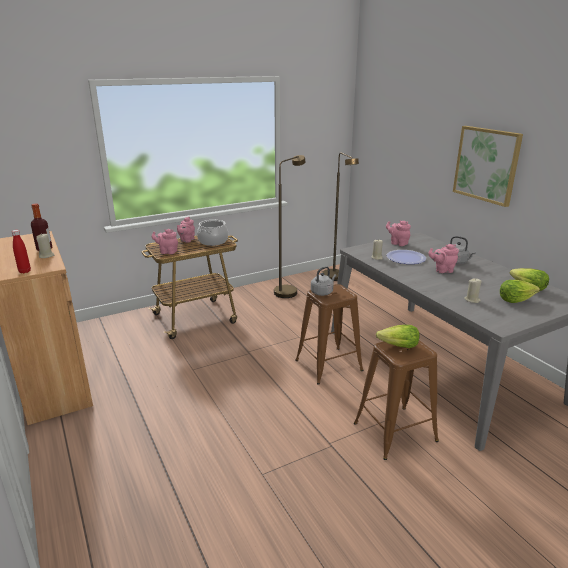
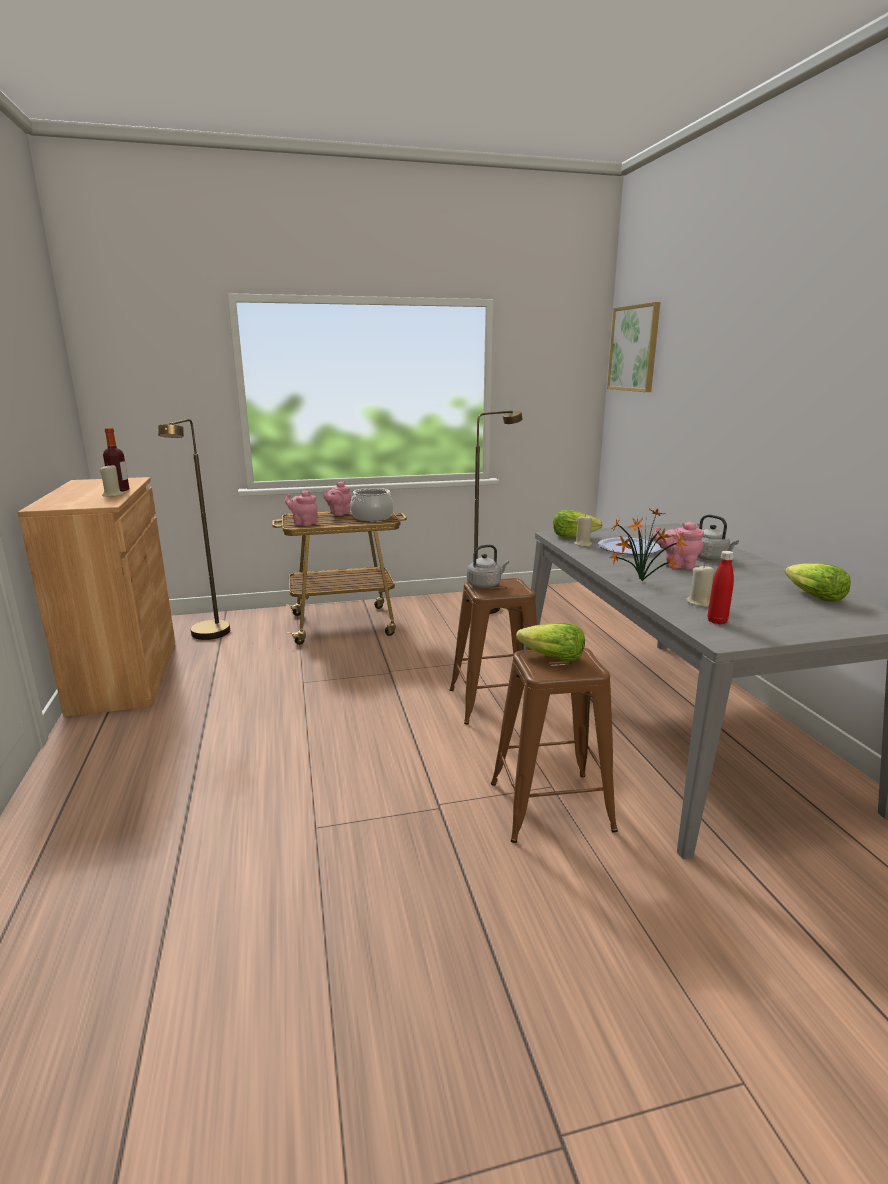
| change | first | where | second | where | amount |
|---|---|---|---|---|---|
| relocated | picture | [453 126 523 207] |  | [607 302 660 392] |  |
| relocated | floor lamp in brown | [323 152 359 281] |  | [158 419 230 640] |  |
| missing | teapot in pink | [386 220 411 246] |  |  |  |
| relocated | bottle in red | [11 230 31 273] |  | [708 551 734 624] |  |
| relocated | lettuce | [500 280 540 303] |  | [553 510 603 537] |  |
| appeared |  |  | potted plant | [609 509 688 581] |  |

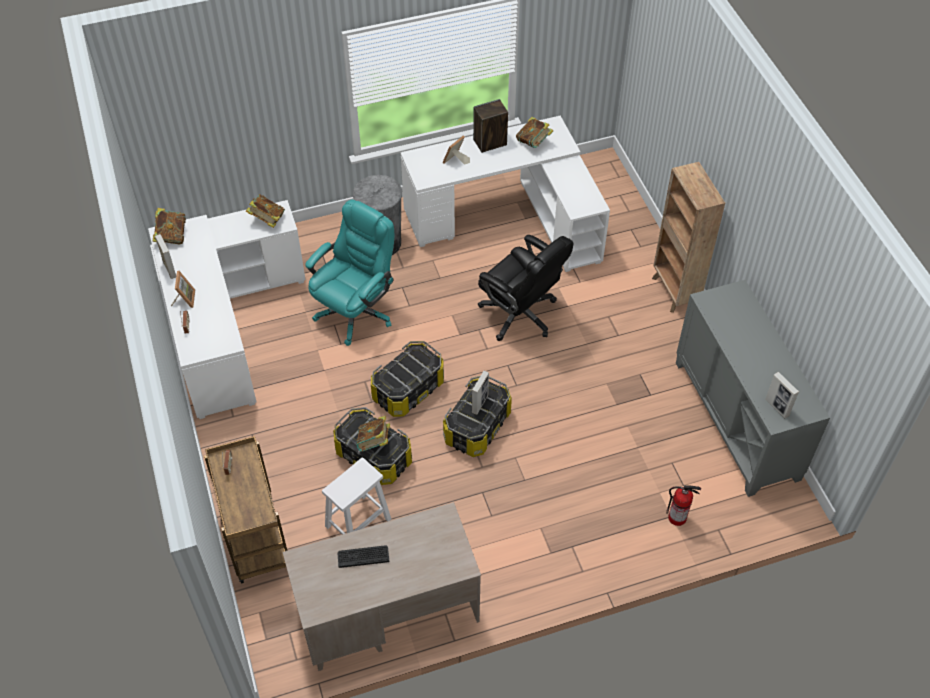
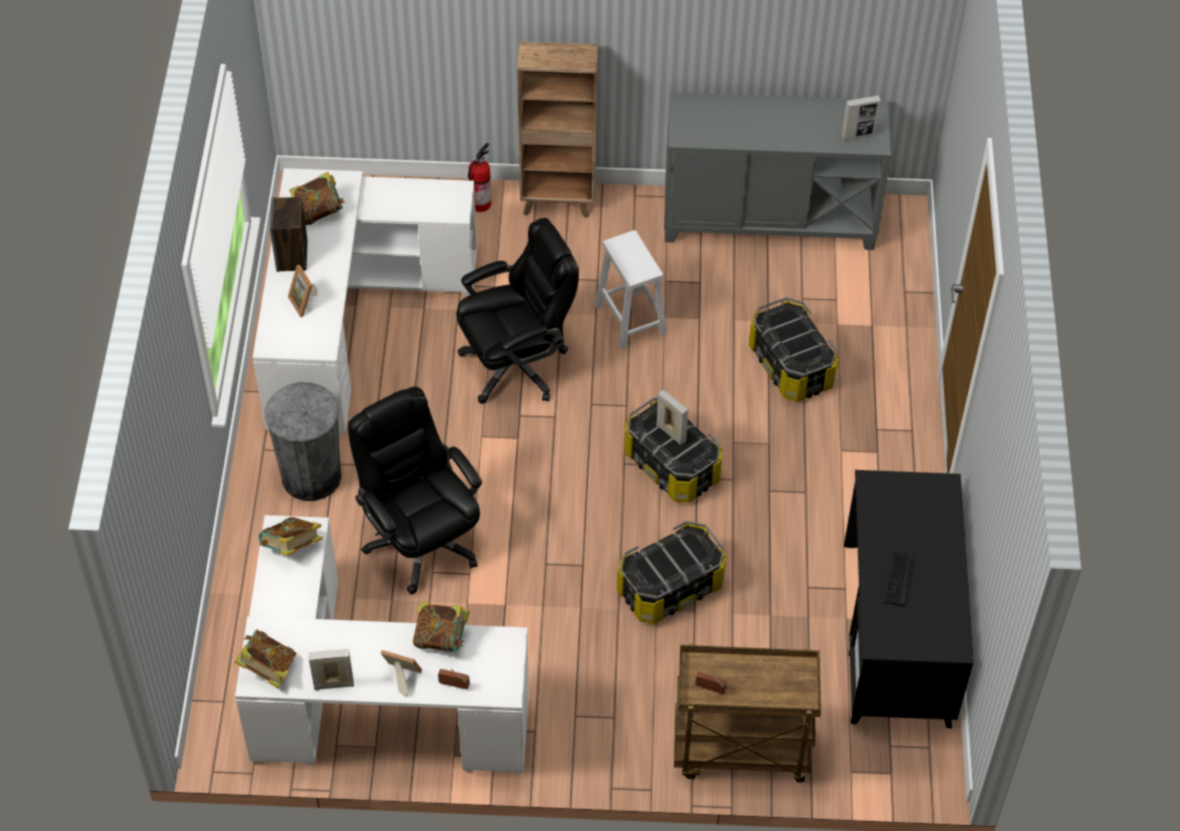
| change | first | where | second | where | amount |
|---|---|---|---|---|---|
| colour | office chair in turquoise | [305 199 394 346] | office chair in black | [348 386 482 594] |  |
| relocated | storage box | [371 341 444 417] |  | [749 297 839 402] |  |
| relocated | book | [356 416 390 452] |  | [413 602 470 652] |  |
| relocated | stool in white | [322 457 391 535] |  | [595 230 667 350] |  |
| relocated | fire extinguisher | [666 485 701 526] |  | [468 143 491 212] |  |
| colour | desk in beige | [282 502 481 671] | desk in black | [844 470 974 728] |  |

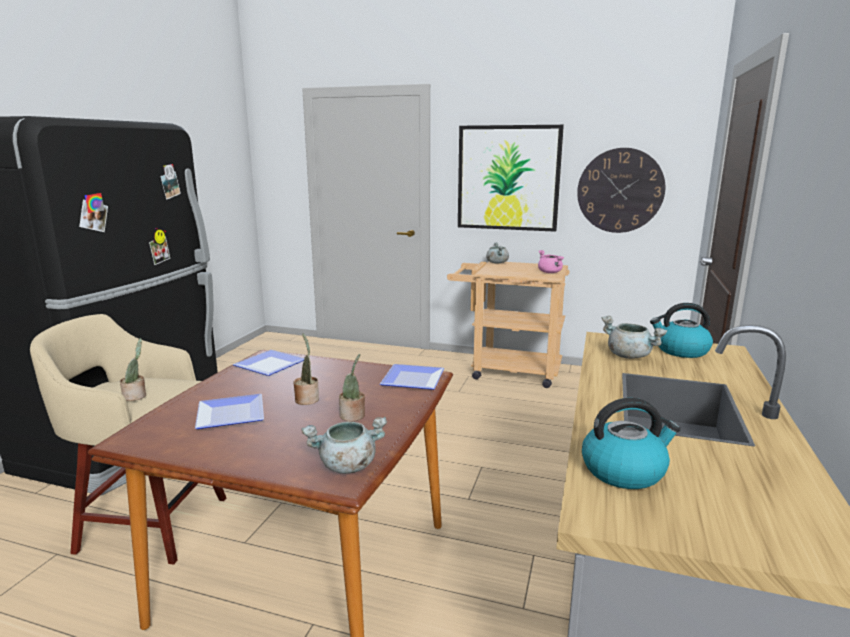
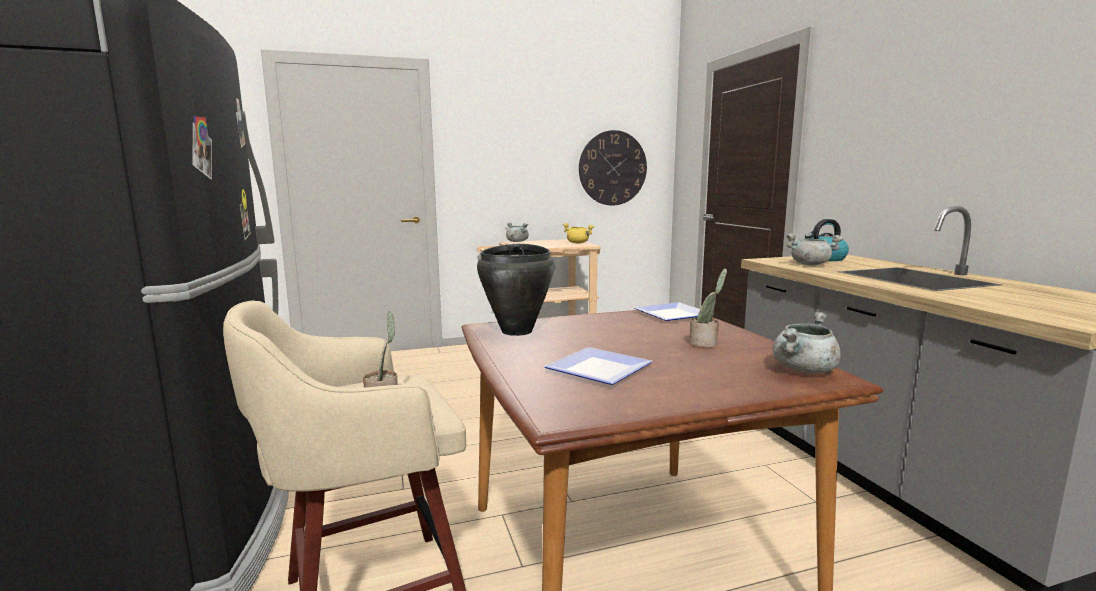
| change | first | where | second | where | amount |
|---|---|---|---|---|---|
| missing | picture | [458 125 564 232] |  |  |  |
| colour | cooking pot in pink | [538 250 564 273] | cooking pot in yellow | [563 223 594 243] |  |
| missing | potted plant | [293 333 319 405] |  |  |  |
| exchanged | plate | [233 350 304 376] | cooking pot in black | [477 243 554 336] |  |
| missing | kettle | [582 398 681 489] |  |  |  |

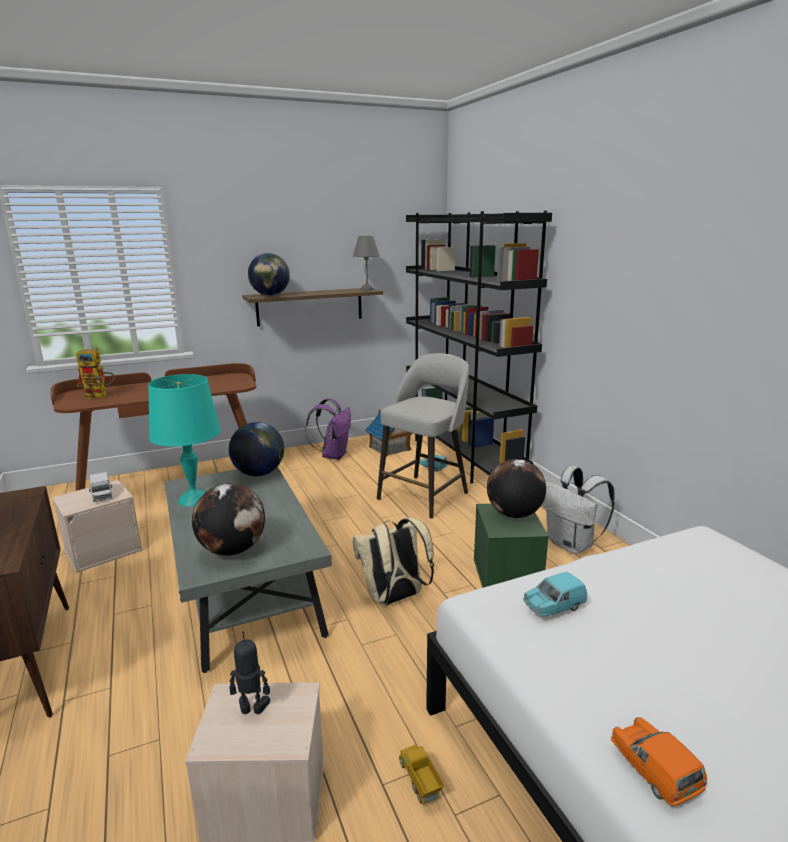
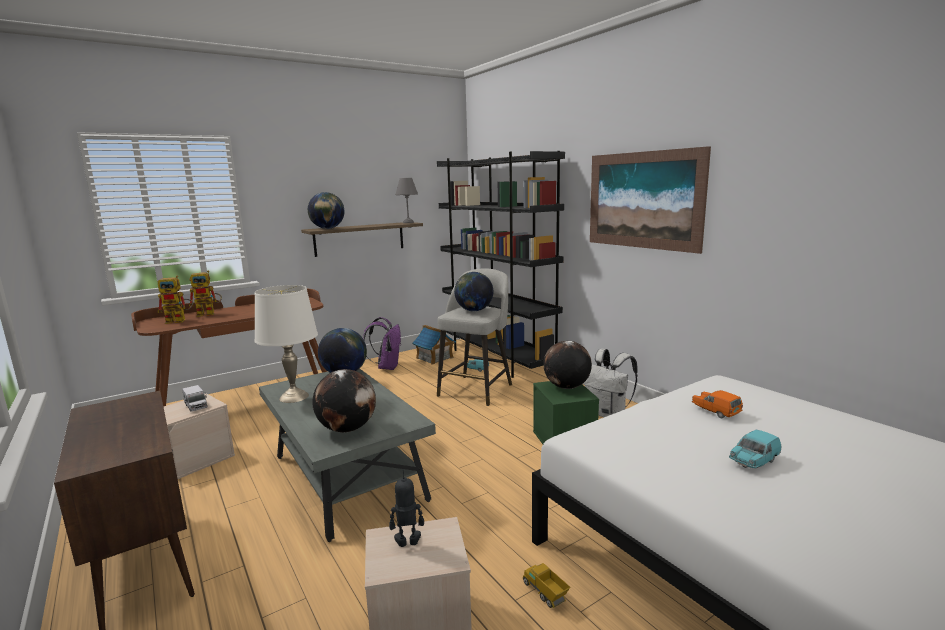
| change | first | where | second | where | amount |
|---|---|---|---|---|---|
| colour | table lamp in turquoise | [148 374 221 507] | table lamp in white | [255 285 318 403] |  |
| missing | backpack in beige | [353 518 434 606] |  |  |  |
| relocated | toy car in turquoise | [523 572 587 617] |  | [729 430 781 468] |  |
| relocated | toy car in orange | [611 717 707 806] |  | [692 390 743 418] |  |
| appeared |  |  | picture | [590 146 711 254] |  |
| appeared |  |  | toy robot | [189 270 222 317] |  |
| appeared |  |  | globe | [454 272 493 311] |  |

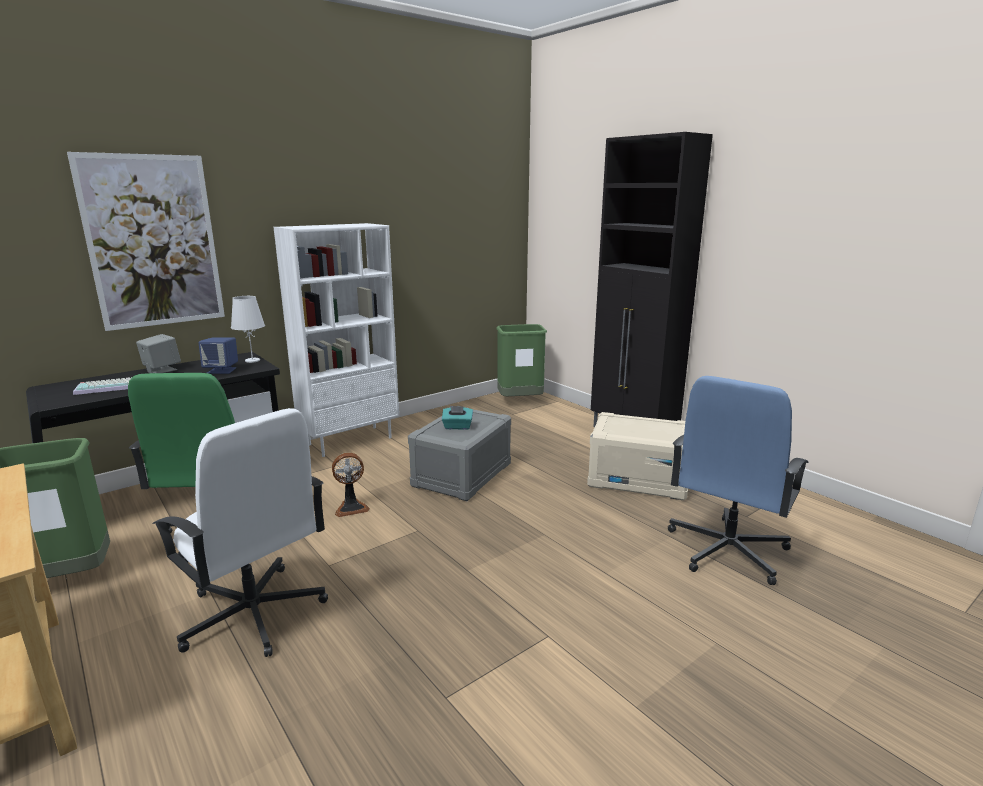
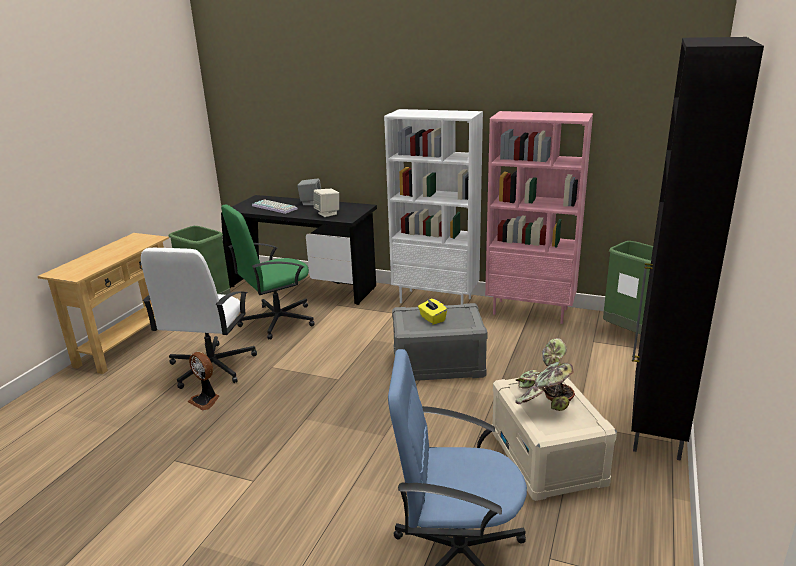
| change | first | where | second | where | amount |
|---|---|---|---|---|---|
| missing | picture | [67 152 225 331] |  |  |  |
| missing | table lamp in white | [231 296 265 363] |  |  |  |
| colour | speaker in blue | [199 338 238 374] | speaker in beige | [314 189 339 217] |  |
| colour | tissue box in turquoise | [442 406 473 430] | tissue box in yellow | [418 298 447 325] |  |
| relocated | fan | [332 453 370 517] |  | [188 352 219 411] |  |
| appeared |  |  | bookcase in pink | [485 111 593 324] |  |
| appeared |  |  | potted plant | [515 338 575 411] |  |

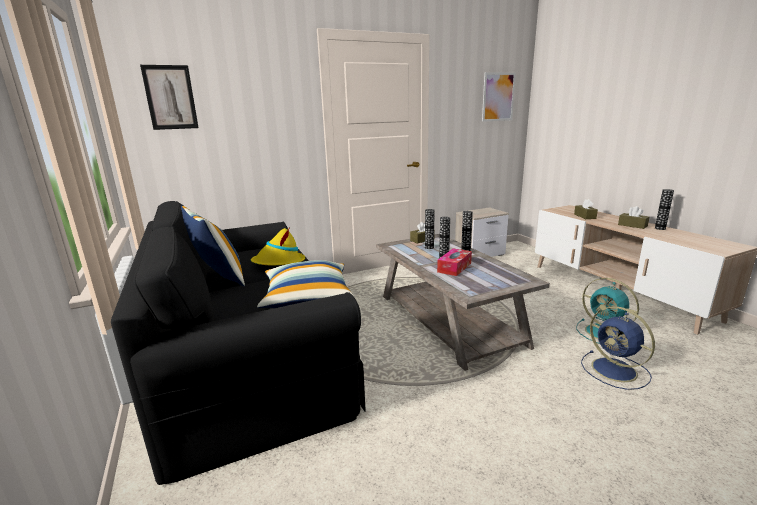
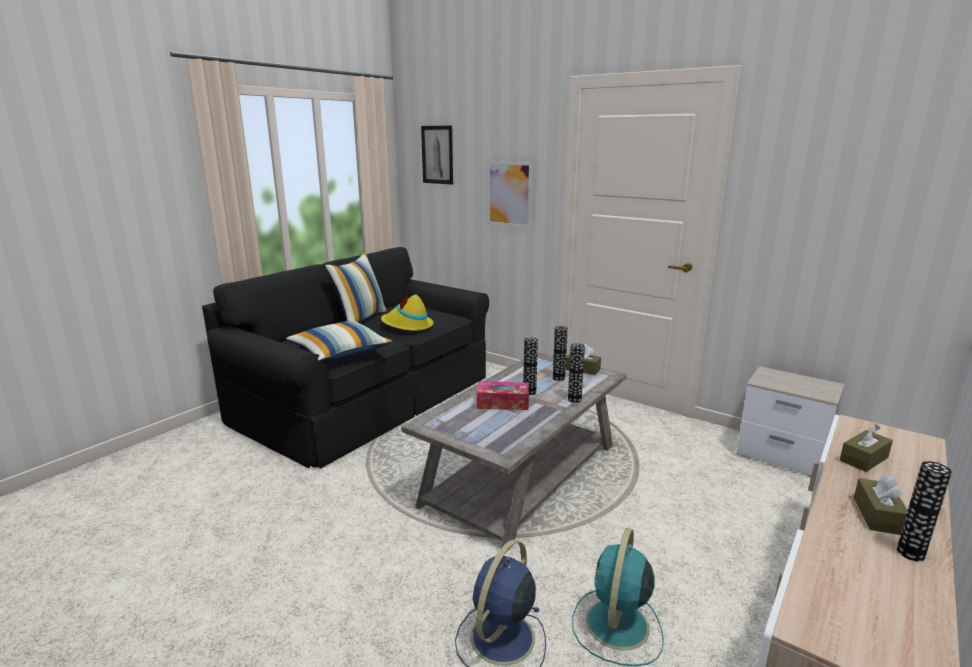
| change | first | where | second | where | amount |
|---|---|---|---|---|---|
| relocated | picture | [482 72 516 122] |  | [487 161 533 228] |  |

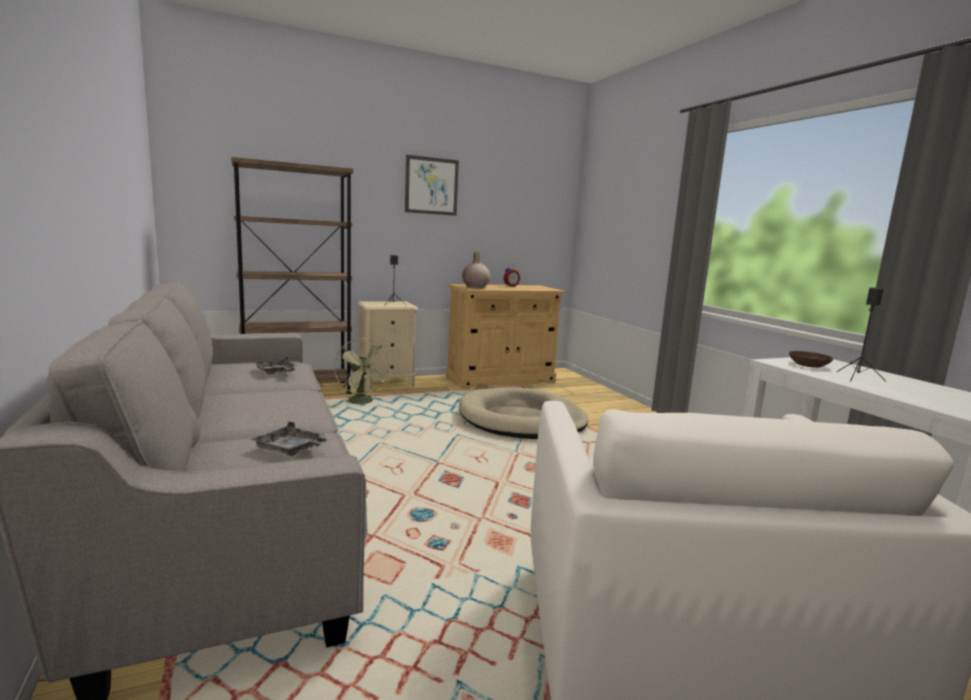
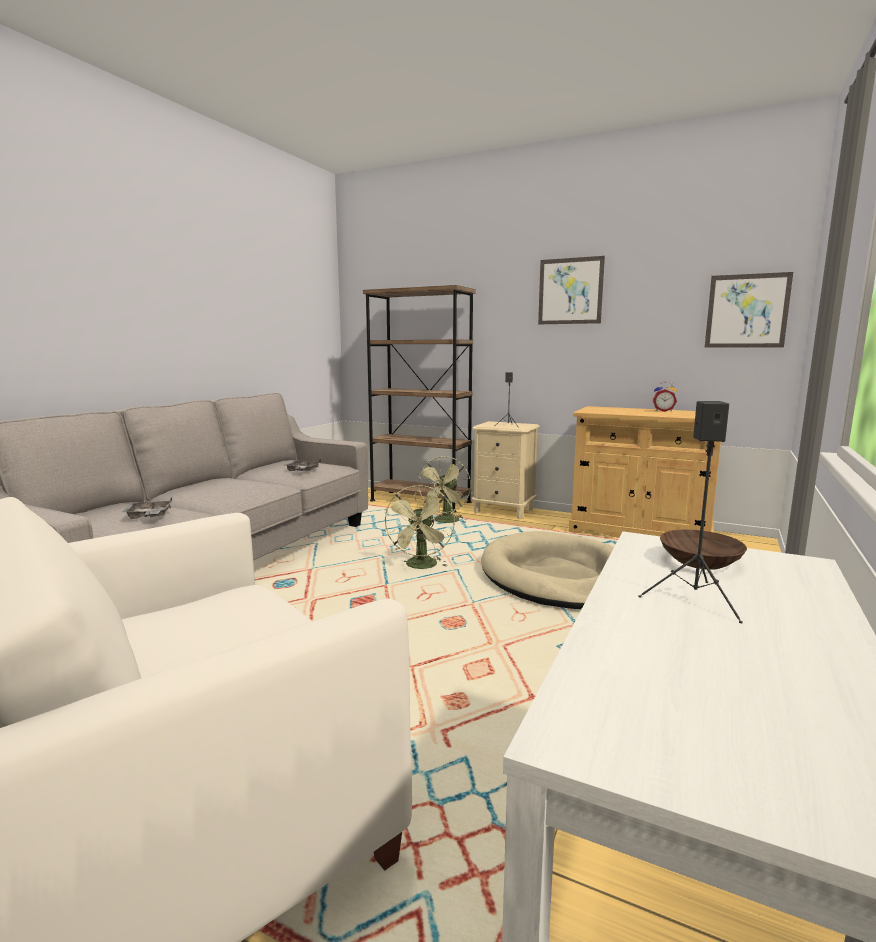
| change | first | where | second | where | amount |
|---|---|---|---|---|---|
| missing | vase in beige | [462 251 491 288] |  |  |  |
| appeared |  |  | picture | [705 272 793 348] |  |
| appeared |  |  | fan in green | [383 485 455 569] |  |

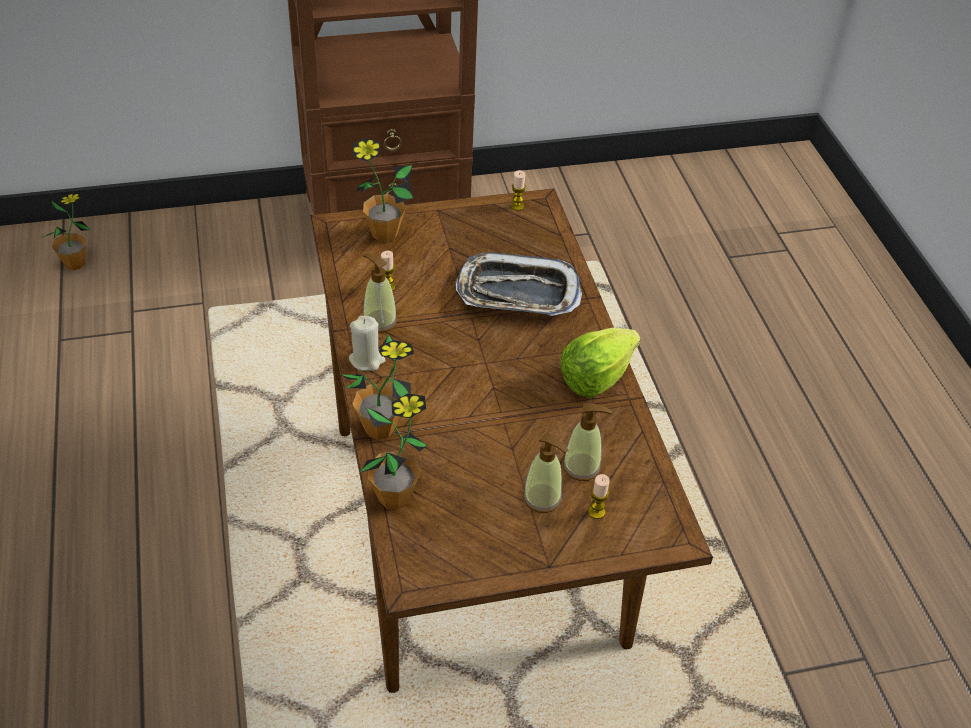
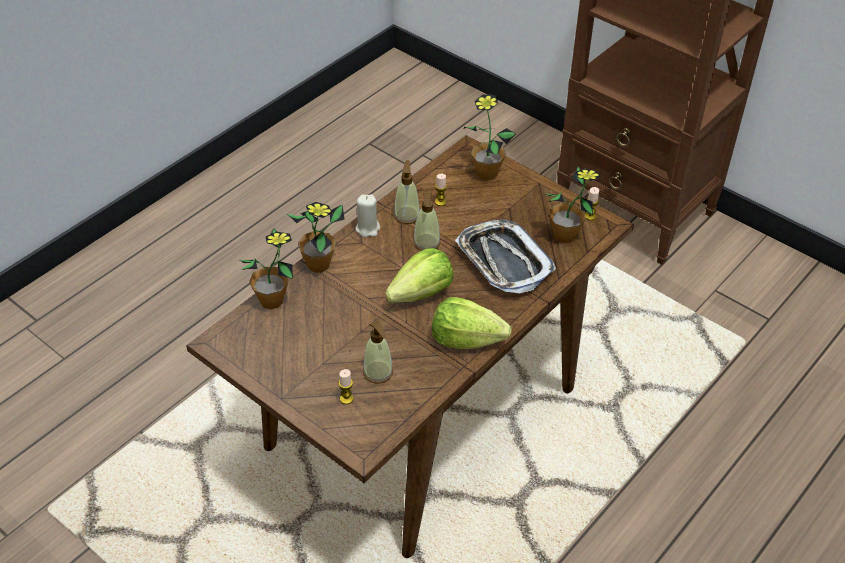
| change | first | where | second | where | amount |
|---|---|---|---|---|---|
| relocated | potted plant | [41 193 91 270] |  | [543 166 601 243] |  |
| relocated | soap dispenser | [523 433 568 513] |  | [413 193 440 251] |  |
| appeared |  |  | lettuce | [385 248 454 303] |  |

